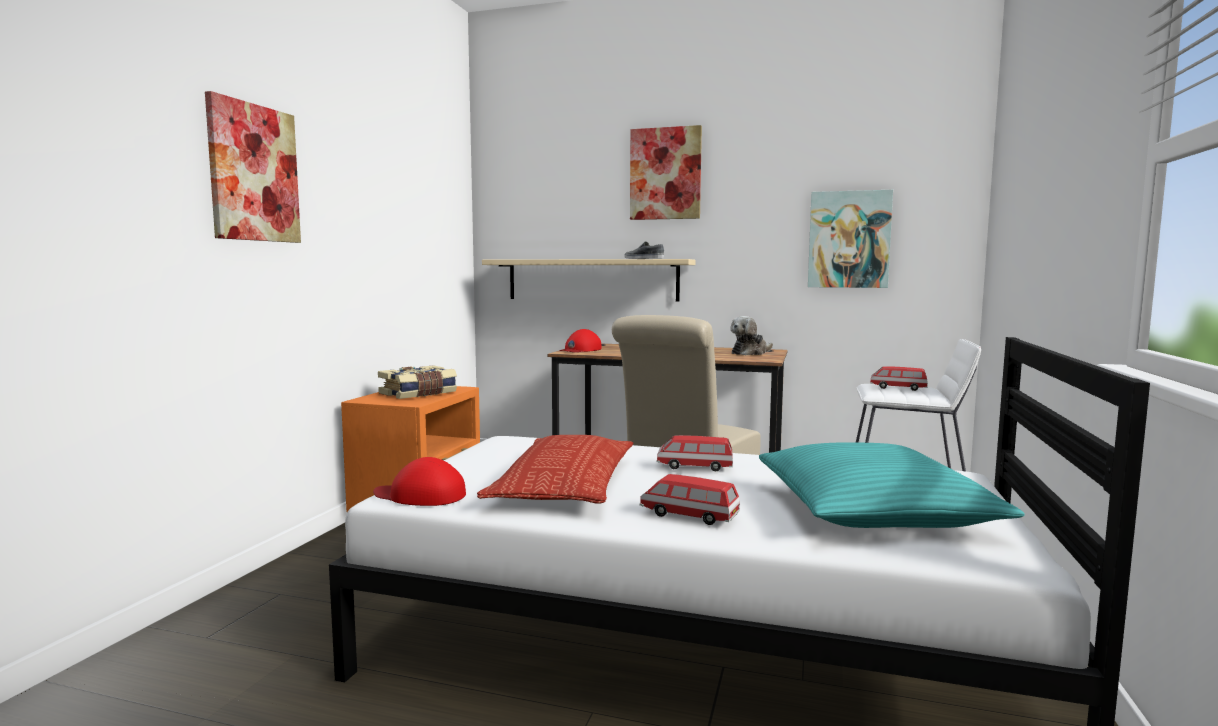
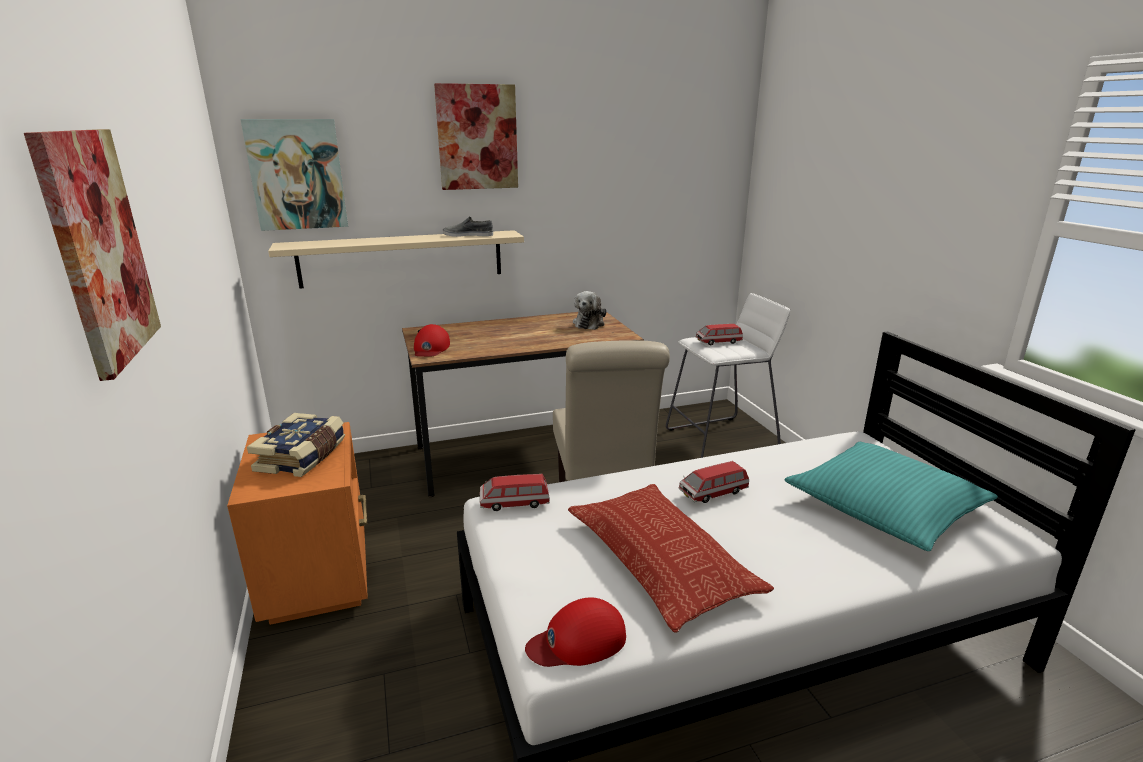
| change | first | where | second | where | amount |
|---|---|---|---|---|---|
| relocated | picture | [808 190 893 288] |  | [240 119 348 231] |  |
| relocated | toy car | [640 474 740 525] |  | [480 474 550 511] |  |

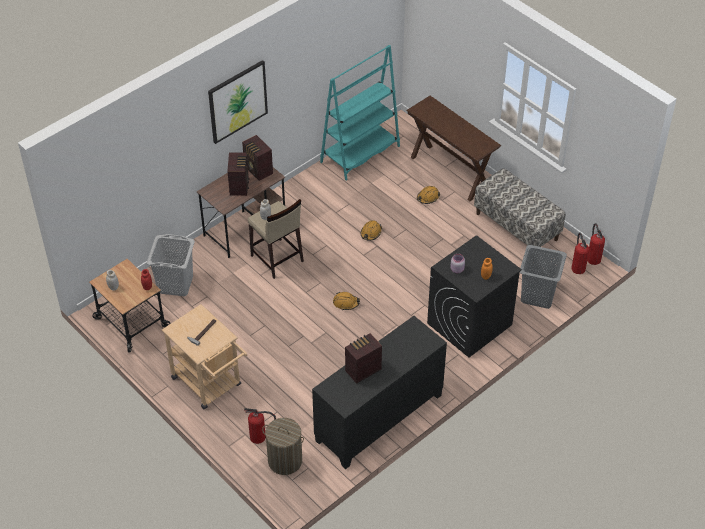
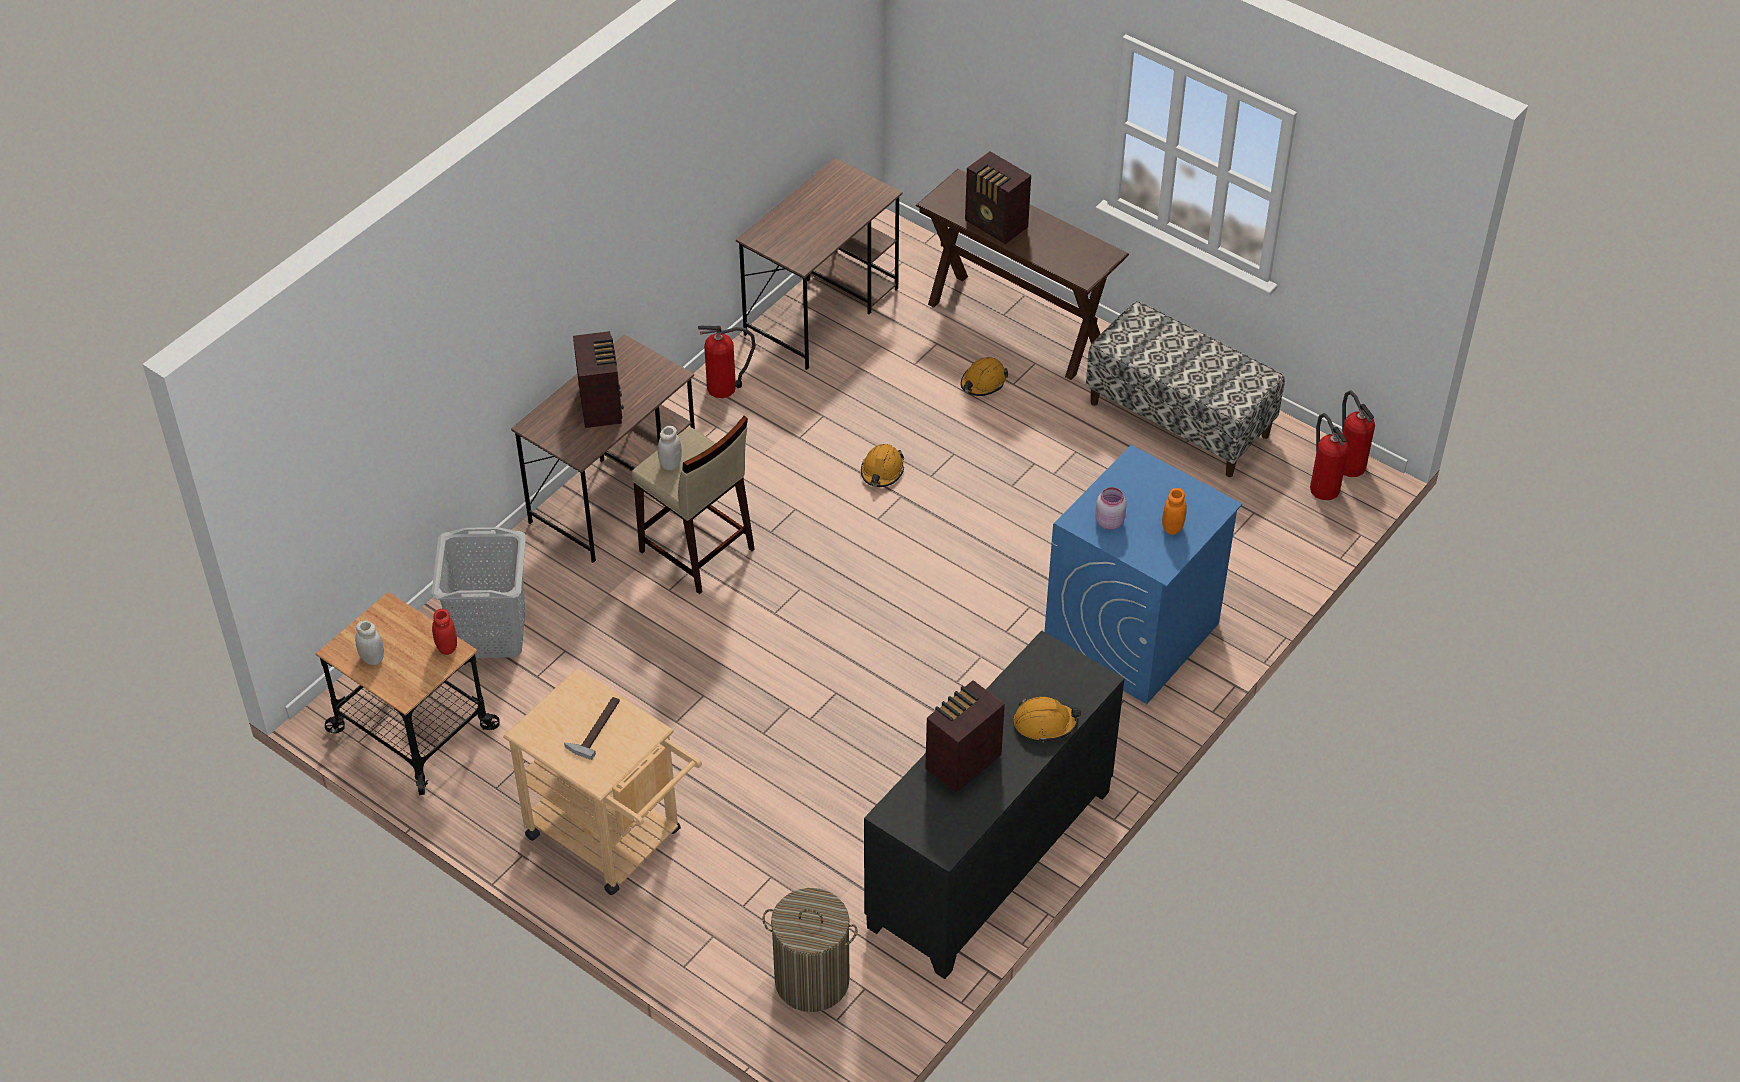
| change | first | where | second | where | amount |
|---|---|---|---|---|---|
| exchanged | bookcase in turquoise | [320 45 400 181] | desk in brown | [736 158 902 370] |  |
| missing | picture | [208 60 268 144] |  |  |  |
| relocated | radio | [242 135 273 181] |  | [965 151 1031 244] |  |
| colour | washing machine in black | [427 235 522 357] | washing machine in blue | [1044 445 1242 704] |  |
| missing | laundry basket in grey | [520 245 567 309] |  |  |  |
| relocated | hard hat in orange | [333 292 360 310] |  | [1014 697 1081 742] |  |
| relocated | fire extinguisher | [244 408 276 444] |  | [698 326 756 398] |  |

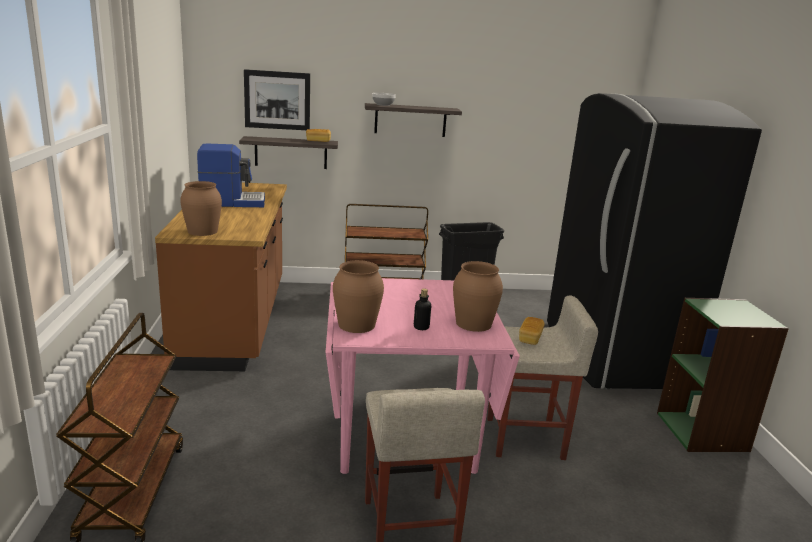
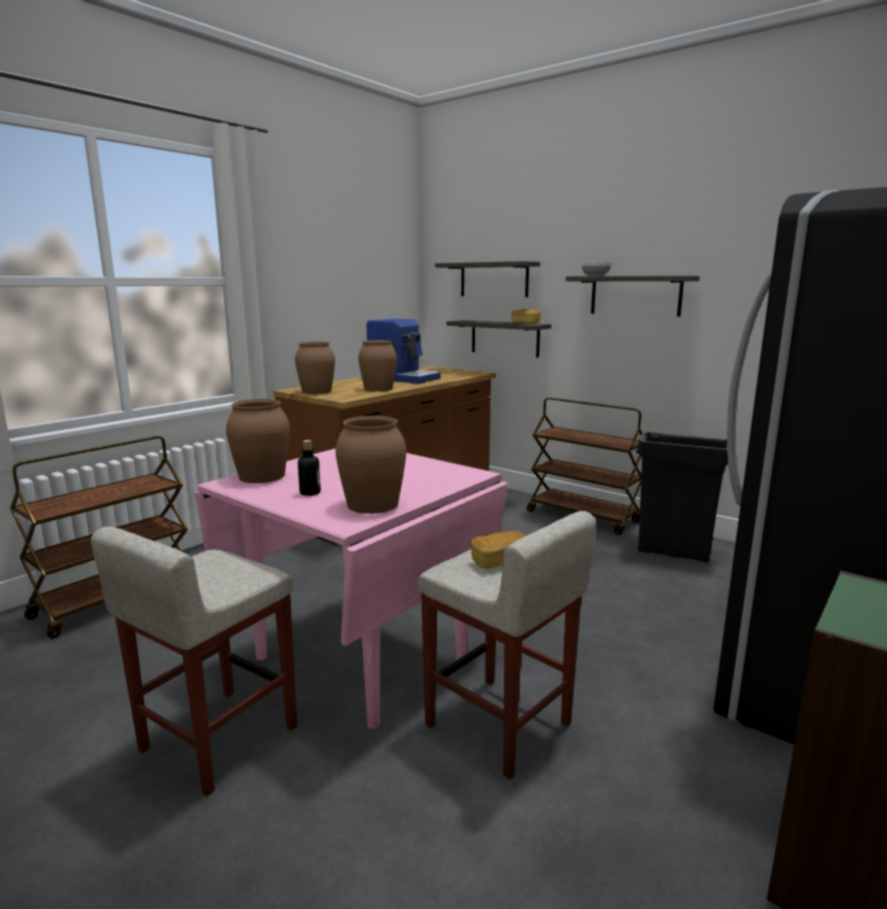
| change | first | where | second | where | amount |
|---|---|---|---|---|---|
| exchanged | picture | [244 69 310 130] | shelf | [435 261 540 297] |  |
| appeared |  |  | vase in brown | [358 340 397 391] |  |

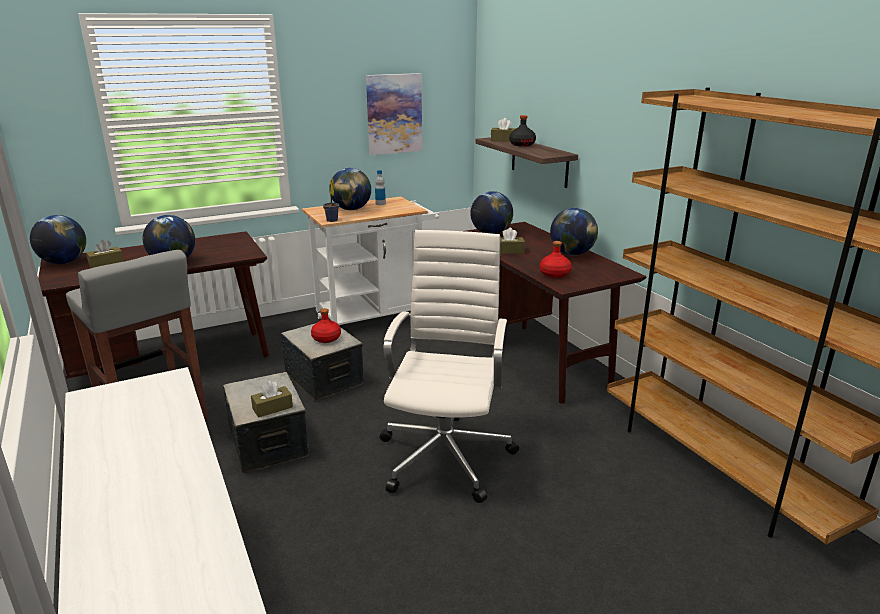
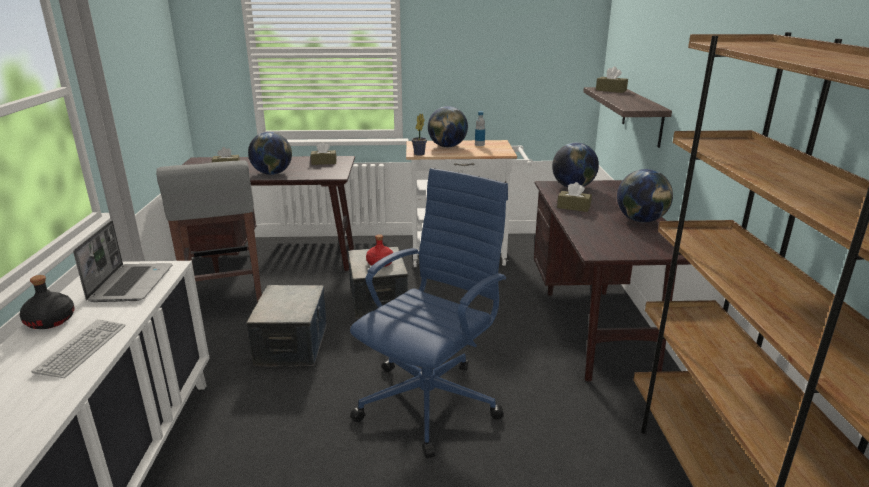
| change | first | where | second | where | amount |
|---|---|---|---|---|---|
| missing | picture | [366 73 422 155] |  |  |  |
| relocated | bottle in black | [509 115 536 146] |  | [20 275 75 329] |  |
| missing | globe | [30 215 86 264] |  |  |  |
| colour | office chair in white | [379 230 519 503] | office chair in blue | [350 168 508 458] |  |
| missing | bottle in red | [540 241 572 278] |  |  |  |
| relocated | tissue box in brown | [251 381 293 418] |  | [311 142 336 165] |  |
| appeared |  |  | laptop | [73 220 172 302] |  |
| appeared |  |  | keyboard | [31 319 126 378] |  |

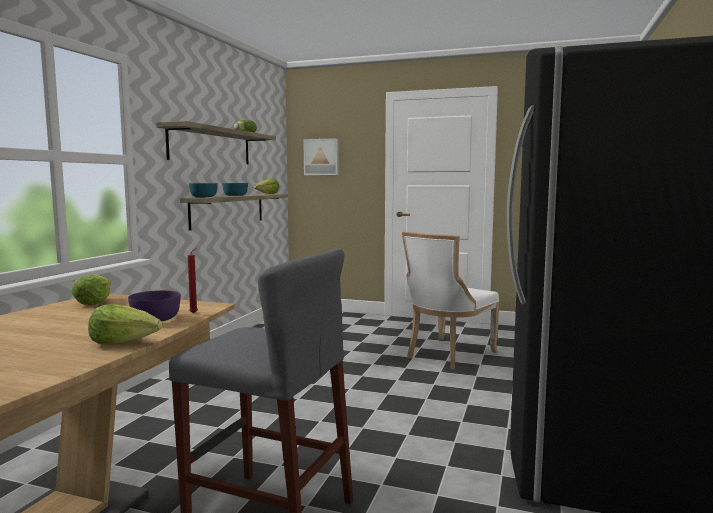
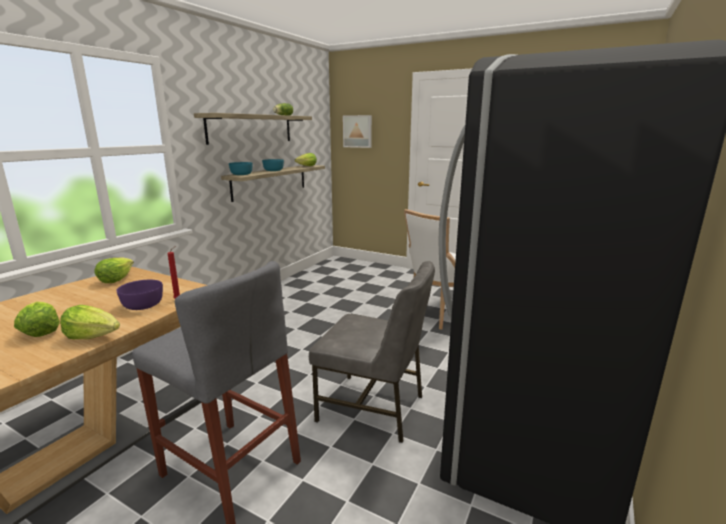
| change | first | where | second | where | amount |
|---|---|---|---|---|---|
| appeared |  |  | chair in grey | [309 261 435 443] |  |
| appeared |  |  | lettuce | [14 301 60 337] |  |

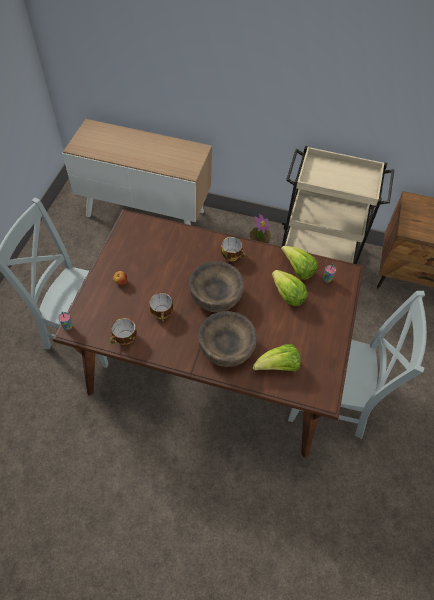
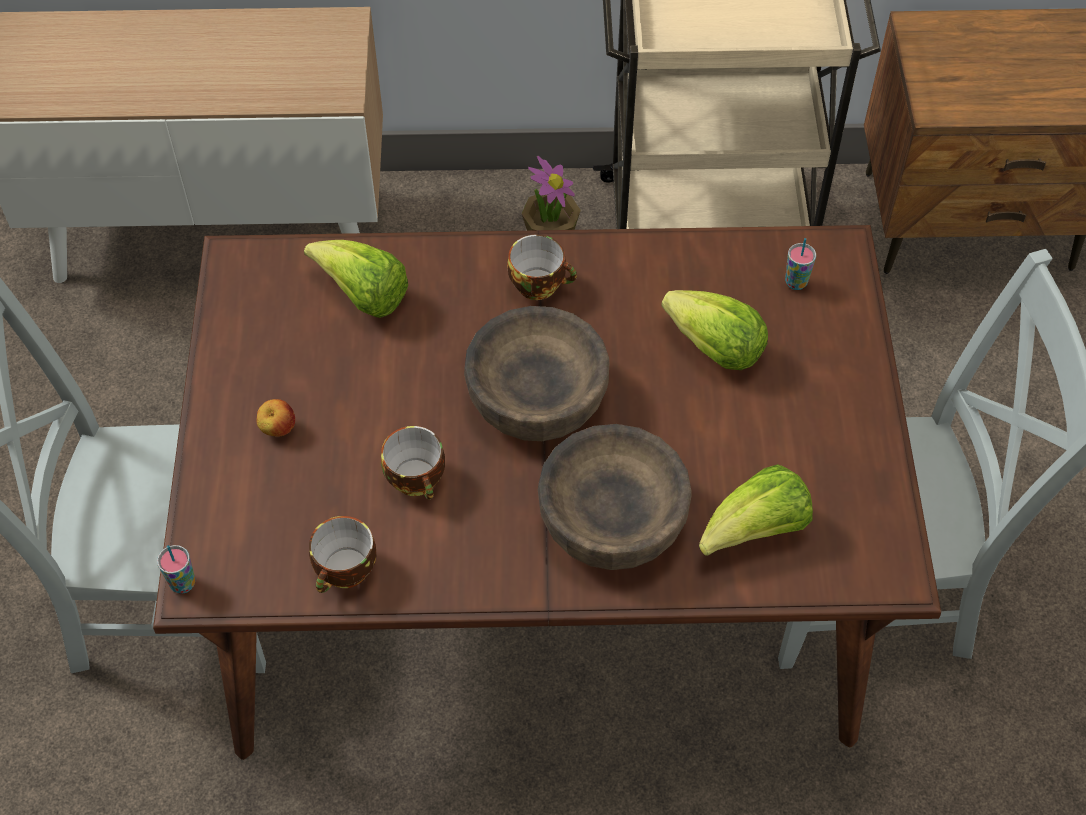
| change | first | where | second | where | amount |
|---|---|---|---|---|---|
| relocated | lettuce | [281 246 318 280] |  | [304 240 408 318] |  |

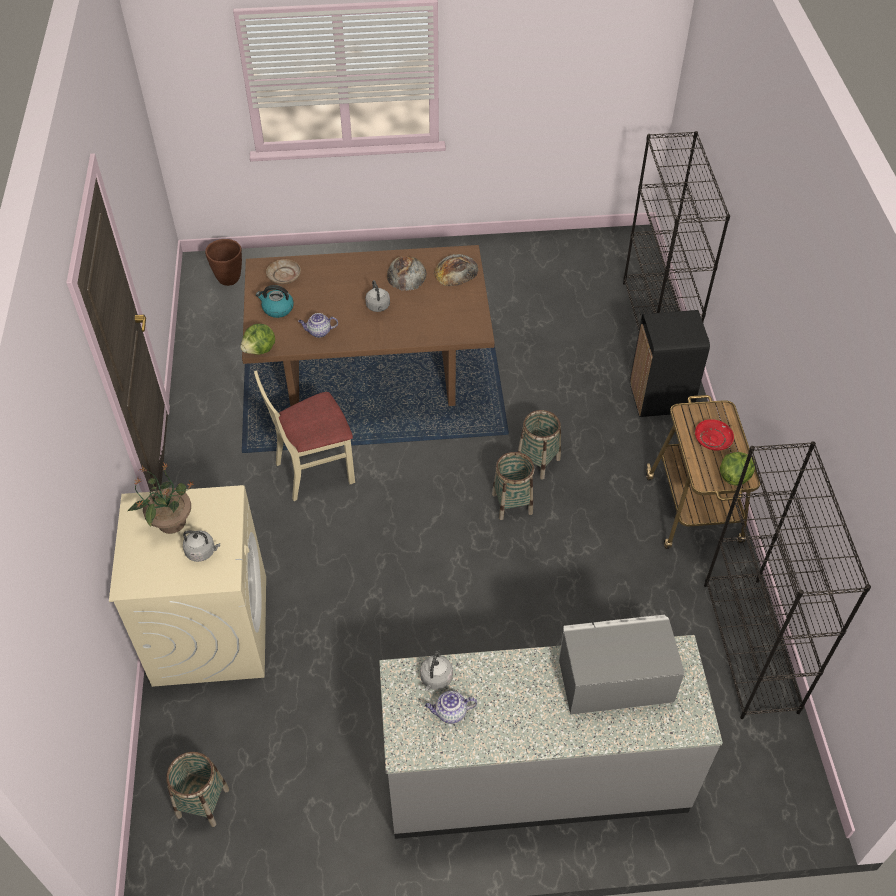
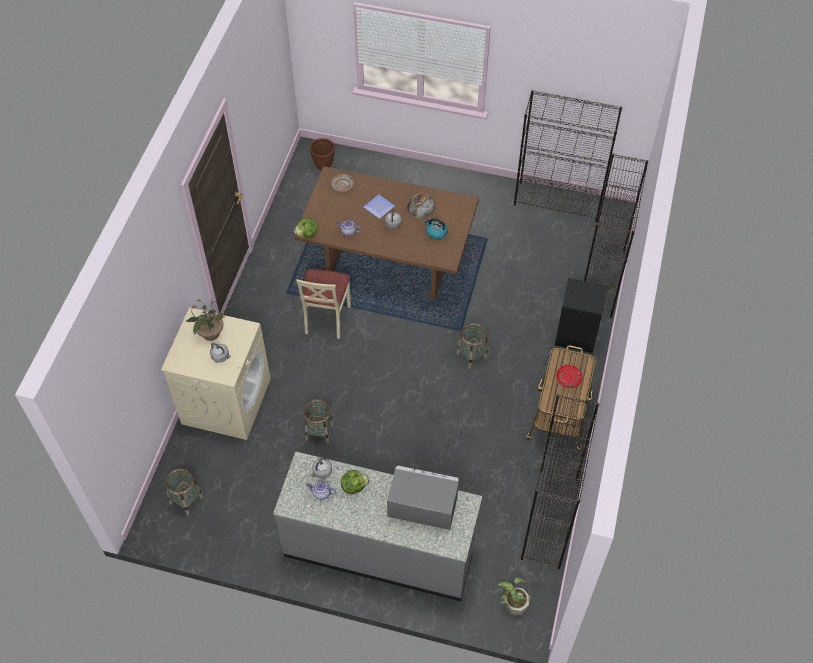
| change | first | where | second | where | amount |
|---|---|---|---|---|---|
| missing | bread | [434 254 478 286] |  |  |  |
| relocated | kettle | [256 285 294 318] |  | [424 218 448 240] |  |
| spun | chair in beige | [254 370 355 501] |  | [296 269 351 339] | 75 degrees counterclockwise |
| relocated | basket | [492 452 535 520] |  | [303 399 333 444] |  |
| relocated | lettuce | [720 452 755 486] |  | [341 470 369 494] |  |
| appeared |  |  | bookcase in black | [514 90 622 222] |  |
| appeared |  |  | plate | [364 194 395 219] |  |
| appeared |  |  | potted plant | [498 578 530 616] |  |

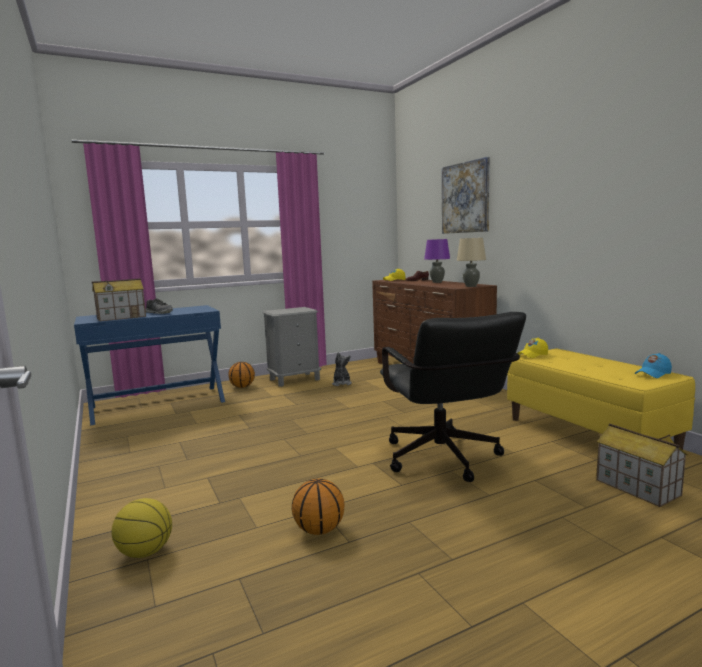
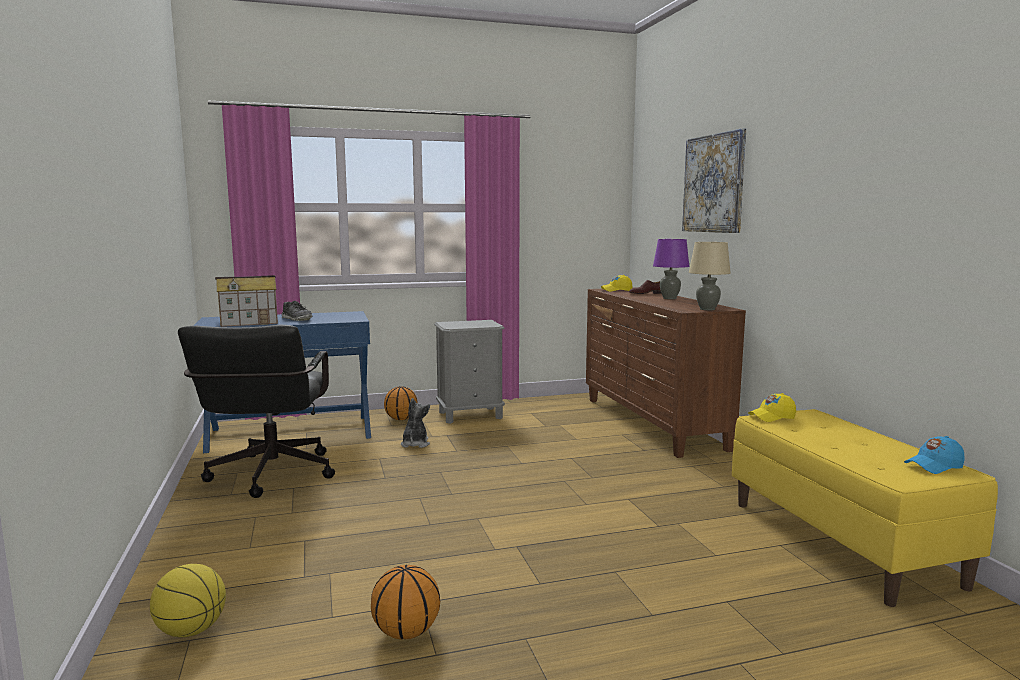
| change | first | where | second | where | amount |
|---|---|---|---|---|---|
| relocated | office chair in black | [380 312 526 482] |  | [178 325 335 498] |  |
| relocated | plush toy | [332 352 352 386] |  | [401 398 430 448] |  |
| missing | toy house | [596 423 688 507] |  |  |  |

